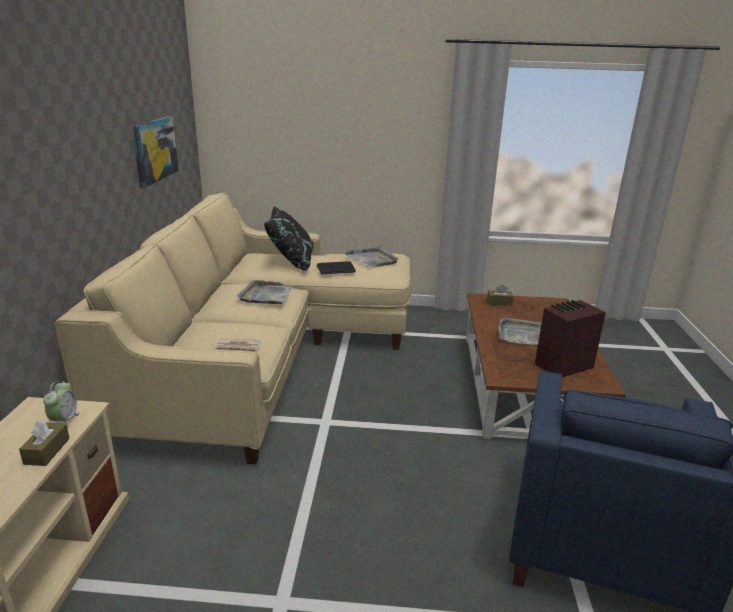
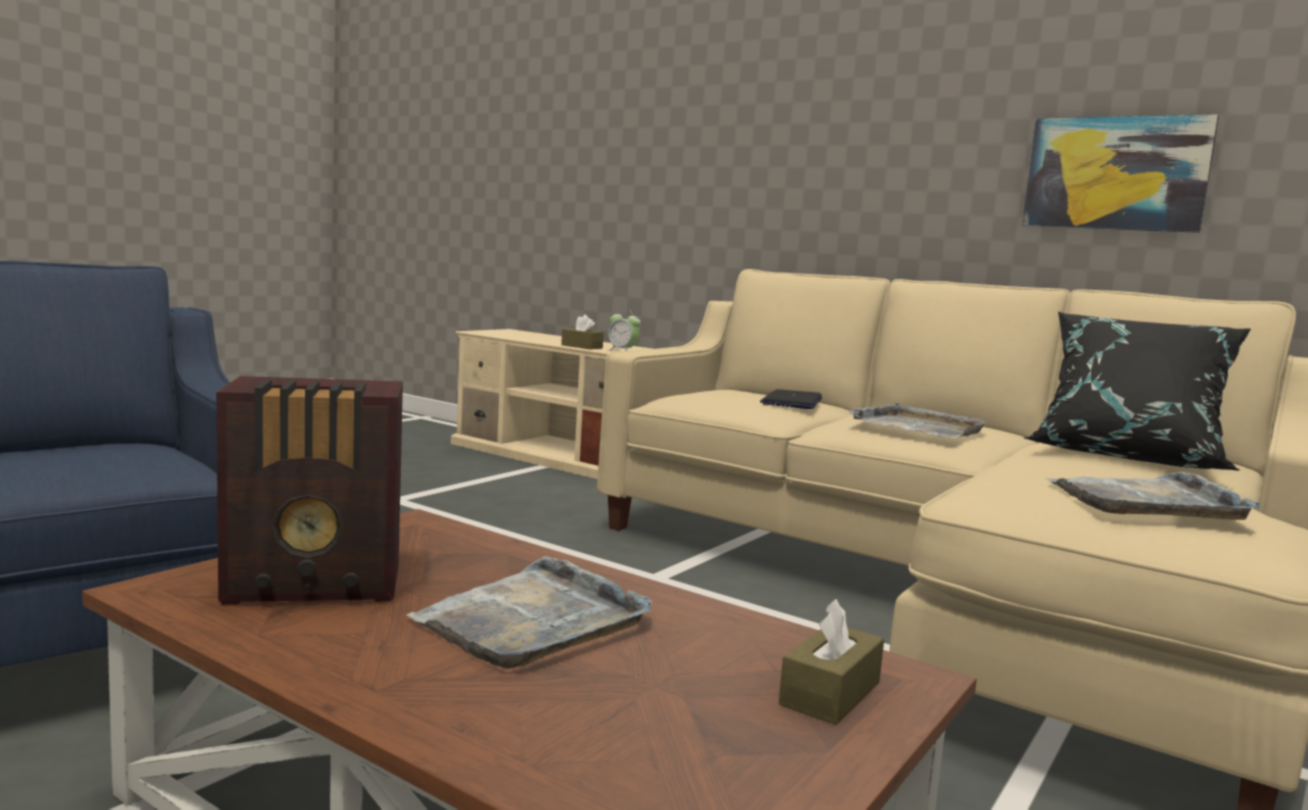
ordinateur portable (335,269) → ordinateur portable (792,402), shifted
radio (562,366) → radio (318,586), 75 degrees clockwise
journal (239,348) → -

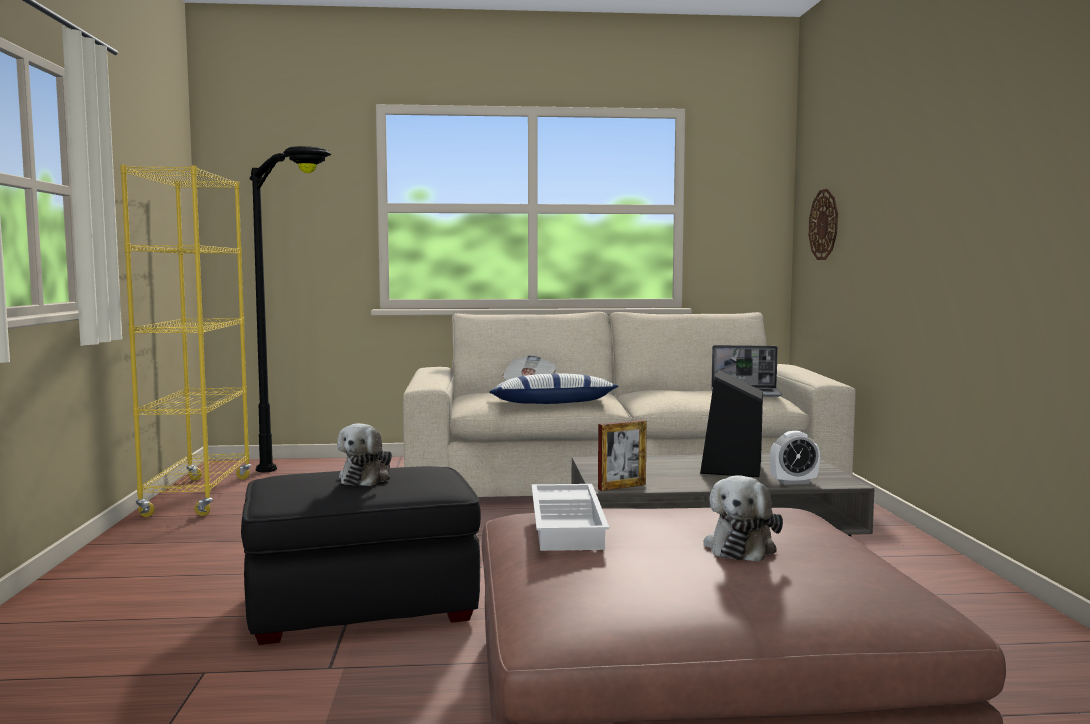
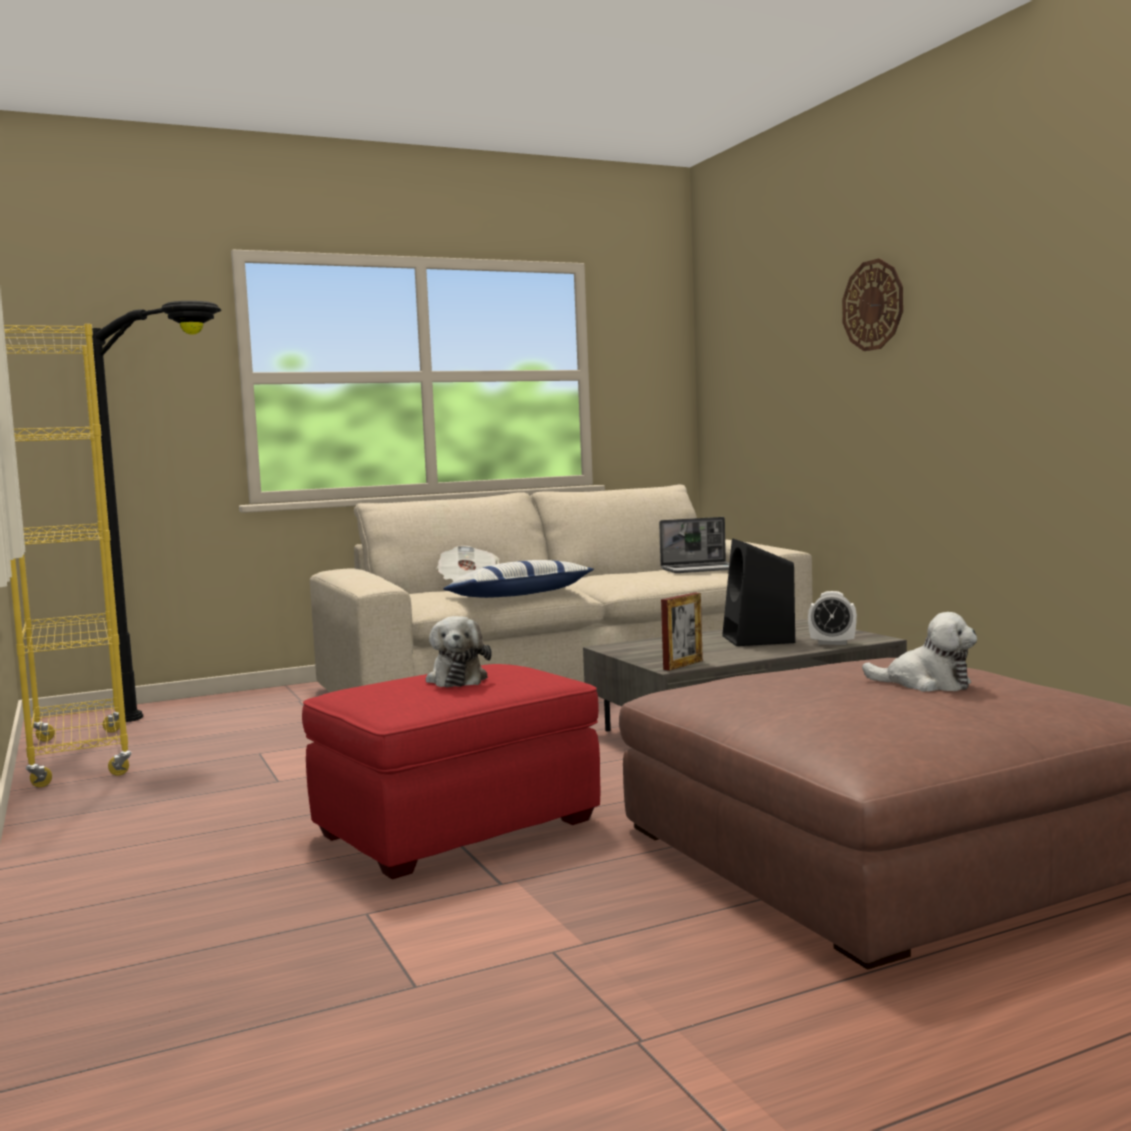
horloge murale (824,224) → horloge murale (873,305), shifted
réveil (793,482) → réveil (832,643), 45 degrees clockwise
pouf (noir) (364,607) → pouf (rouge) (459,828)
peluche (741,547) → peluche (926,684), 60 degrees counterclockwise
plateau (blanc) (569,526) → -

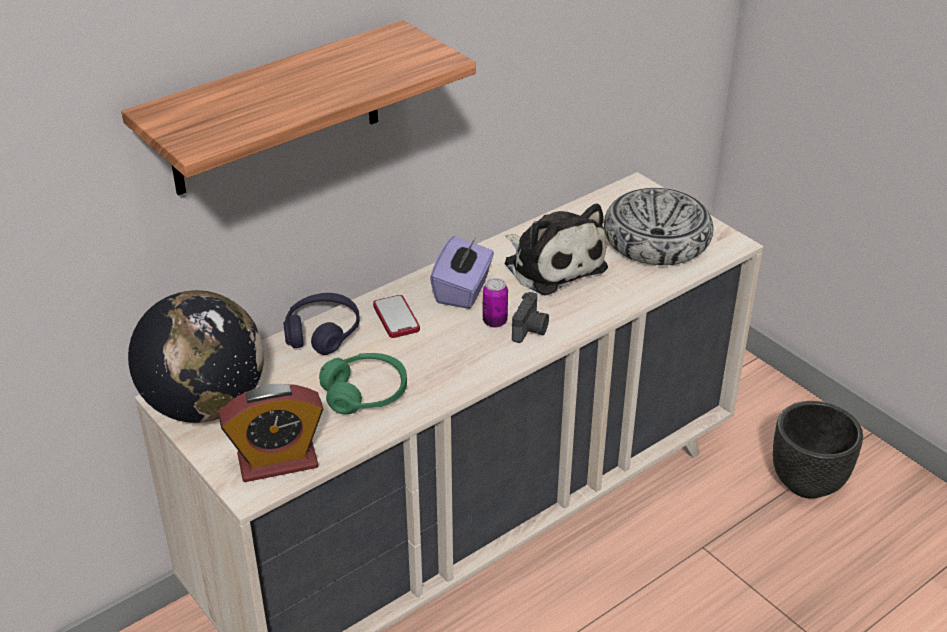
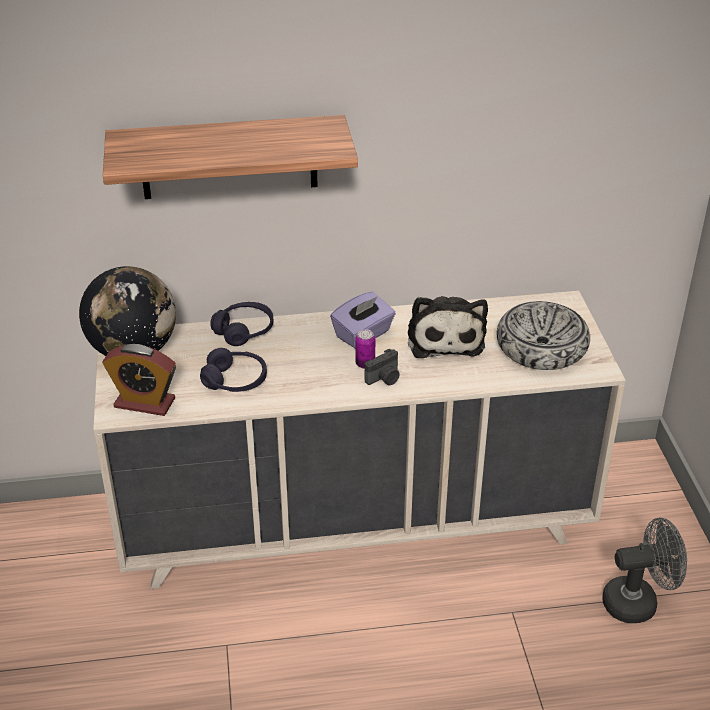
téléphone (396,318) → -
casque audio (vert) (365,394) → casque audio (violet) (235,380)
cache-pot (noir) (806,483) → ventilateur (gris) (638,602)

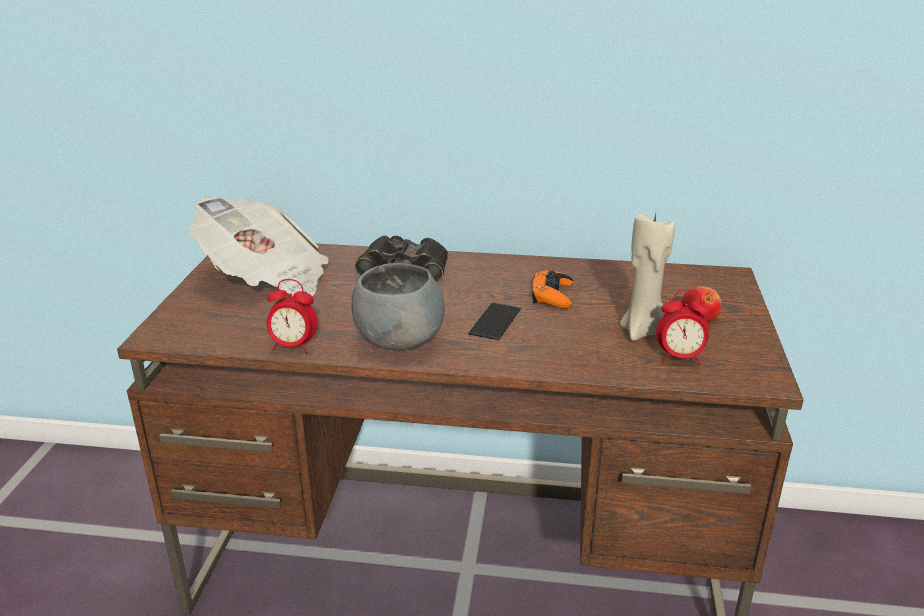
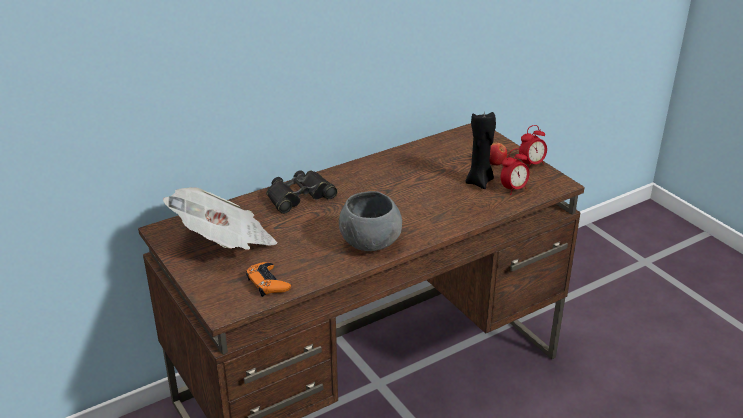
bougie (beige) (643,331) → bougie (noir) (479,182)
manette (orange) (552,295) → manette (orange) (267,283), shifted
réveil (293,347) → réveil (531,164), shifted
téléphone (495,321) → -

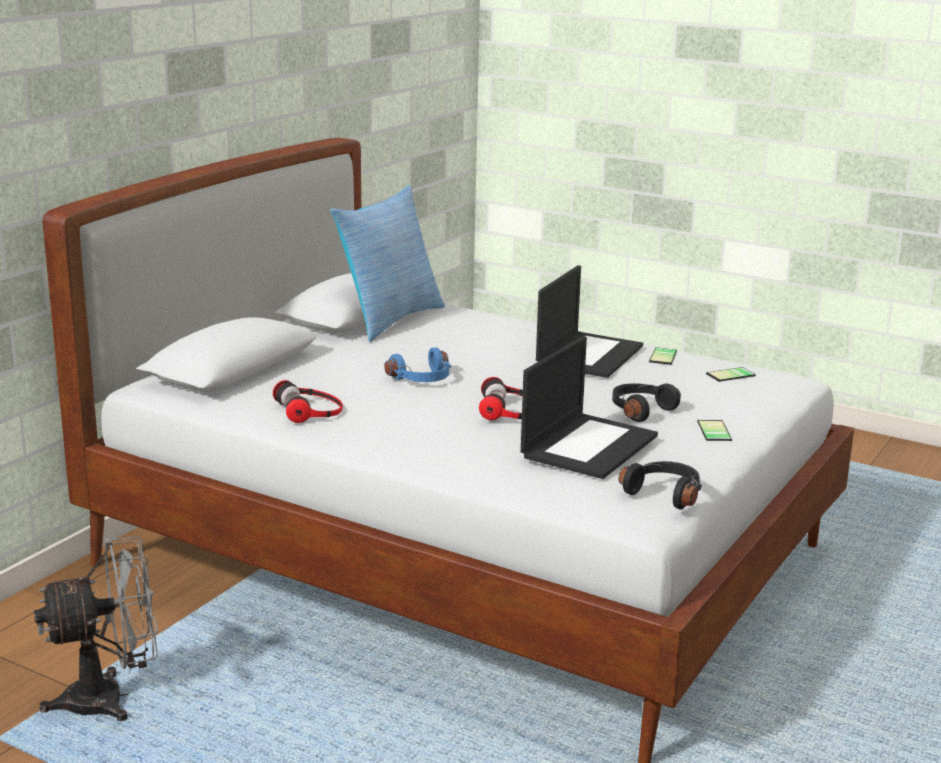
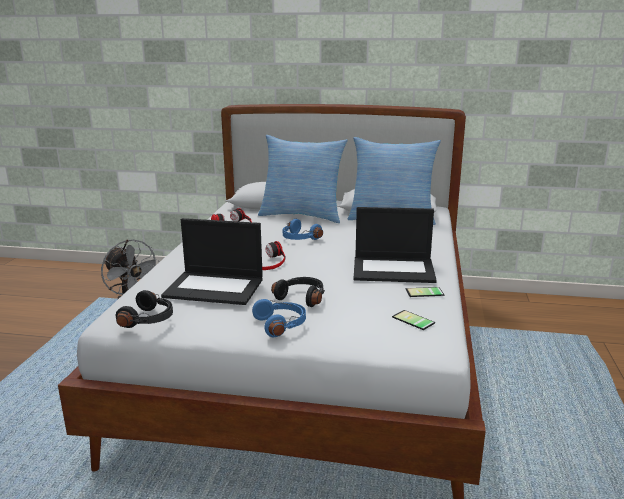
téléphone (711,431) → casque audio (bleu) (281,325)
- → coussin (302,215)

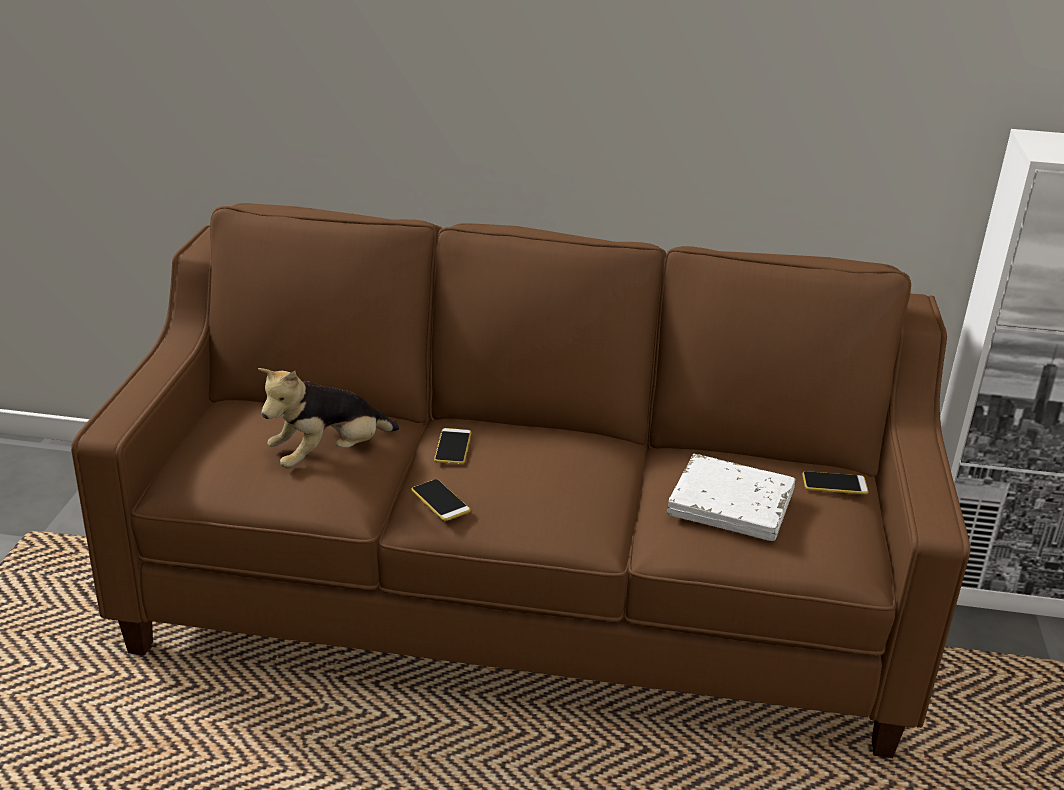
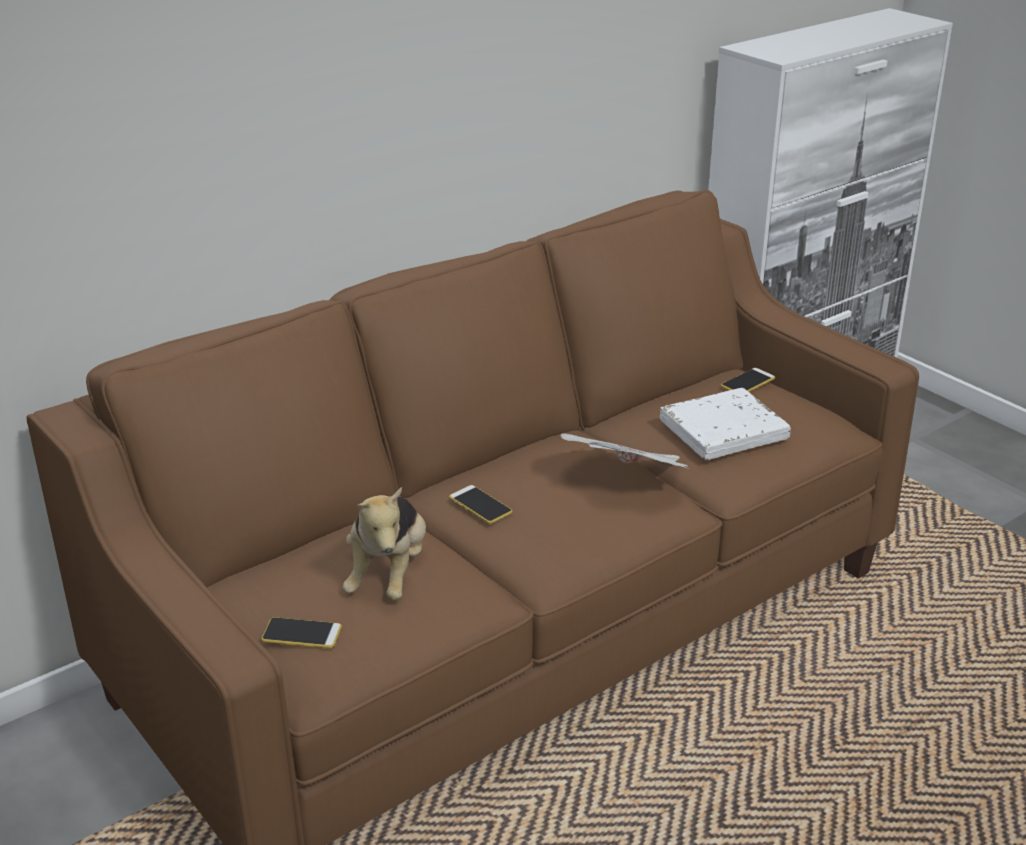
téléphone (440,501) → téléphone (301,634), shifted
- → journal (629,481)

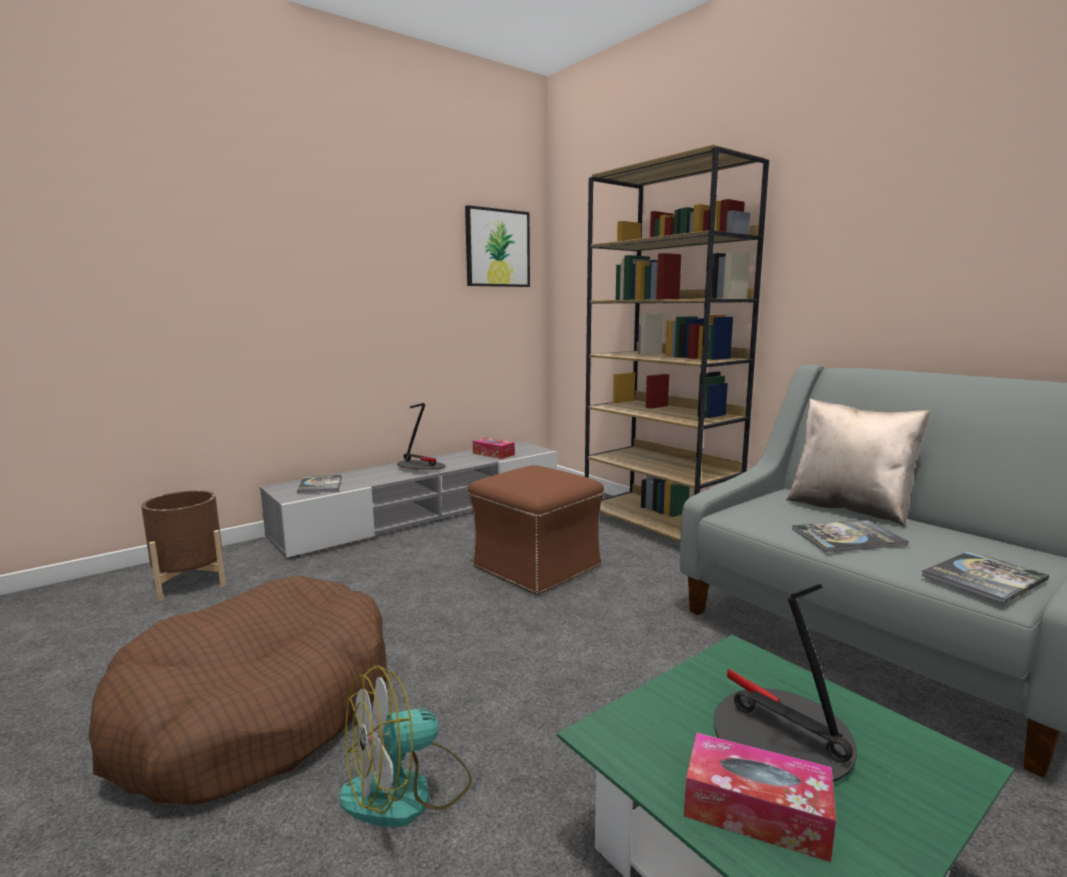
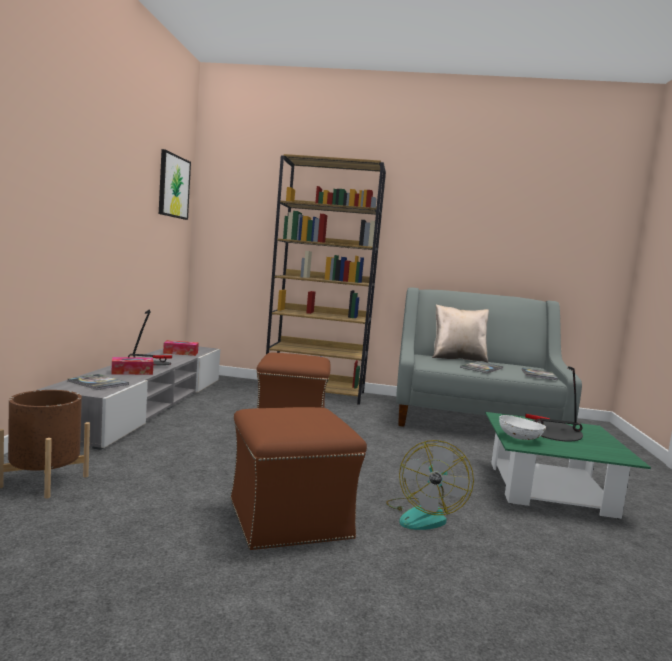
panier pour chien (marron) (258,709) → pouf (marron) (289,518)
boîte à mouchoirs (756,811) → boîte à mouchoirs (132,372), shifted
- → bol (blanc) (520,438)

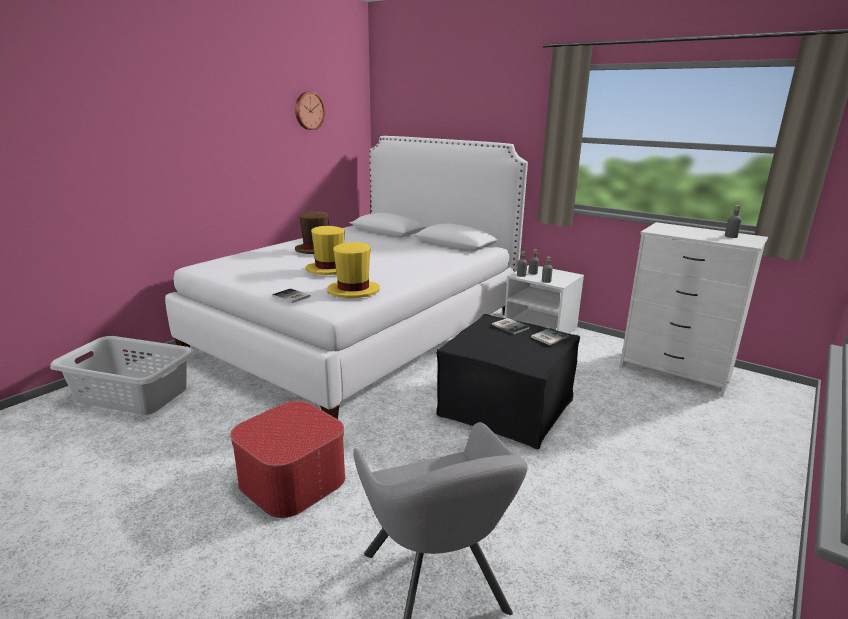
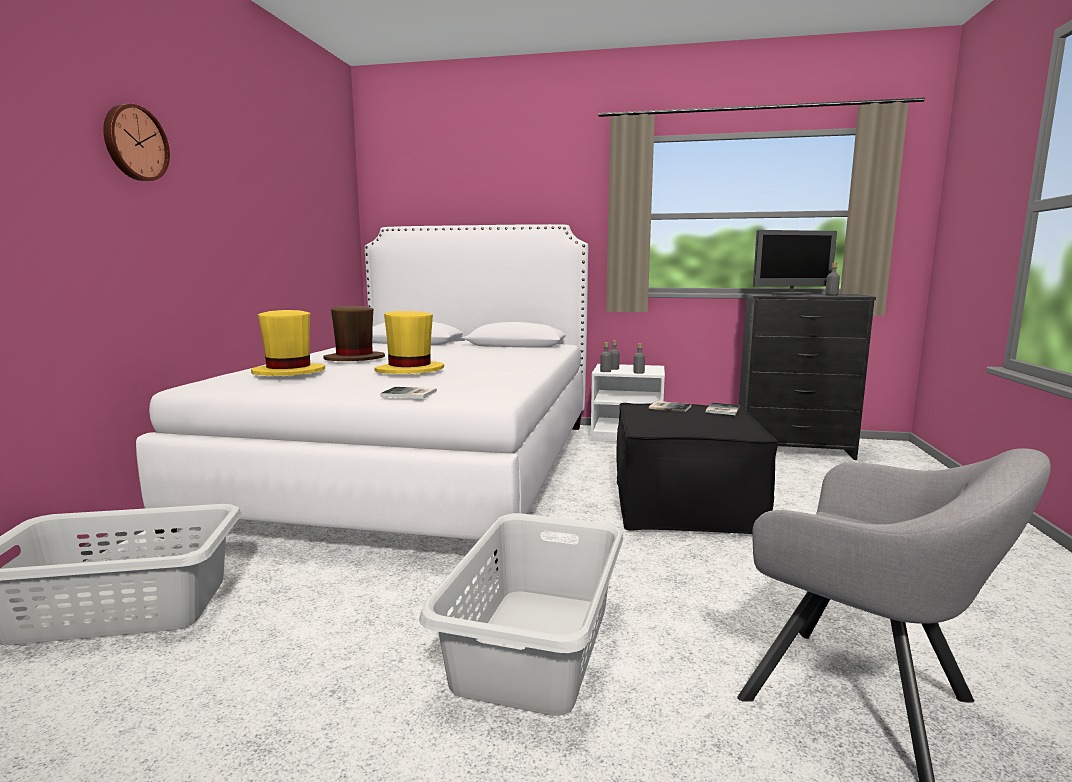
horloge murale (308,111) → horloge murale (134,143), shifted
commode (blanc) (674,372) → commode (noir) (793,448)
chapeau (jaune) (353,291) → chapeau (jaune) (289,373), shifted
pouf (292,479) → panier à linge (gris) (532,645)
- → écran d'ordinateur (791,294)

